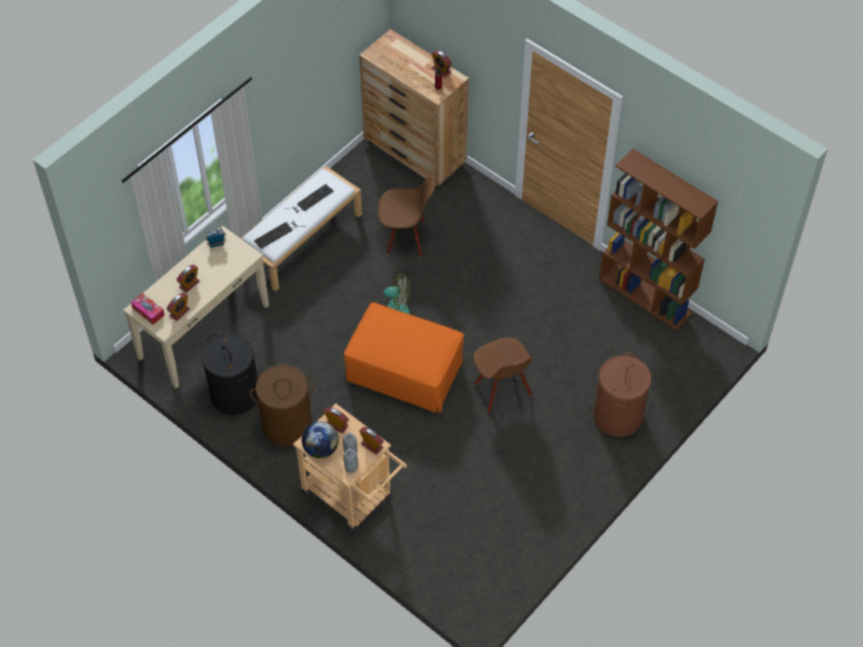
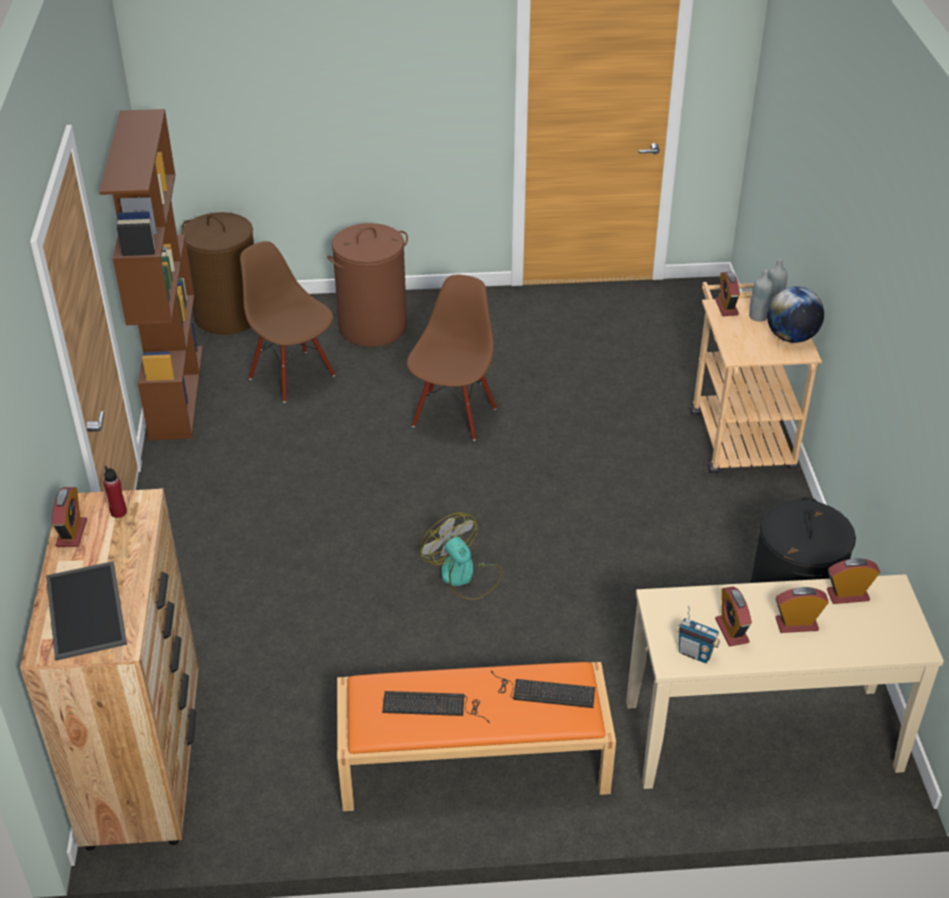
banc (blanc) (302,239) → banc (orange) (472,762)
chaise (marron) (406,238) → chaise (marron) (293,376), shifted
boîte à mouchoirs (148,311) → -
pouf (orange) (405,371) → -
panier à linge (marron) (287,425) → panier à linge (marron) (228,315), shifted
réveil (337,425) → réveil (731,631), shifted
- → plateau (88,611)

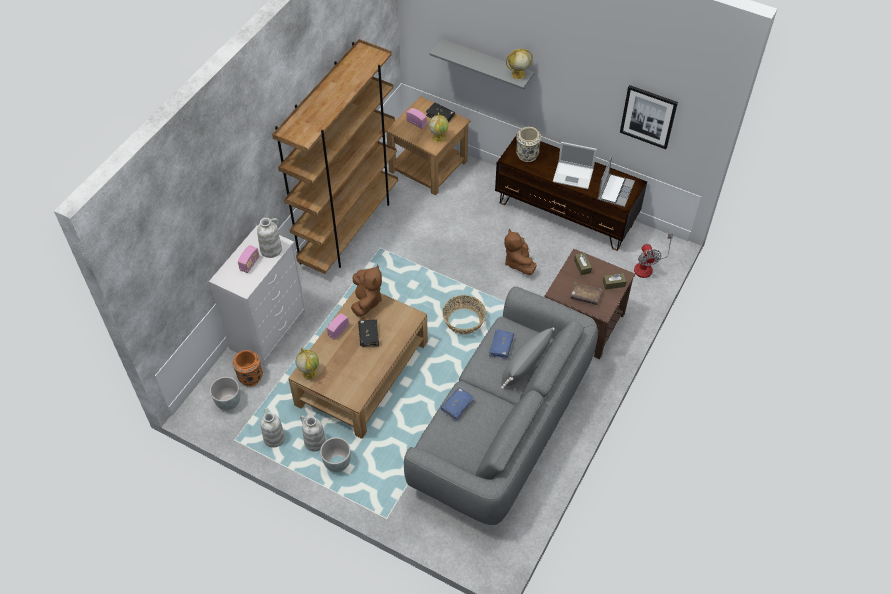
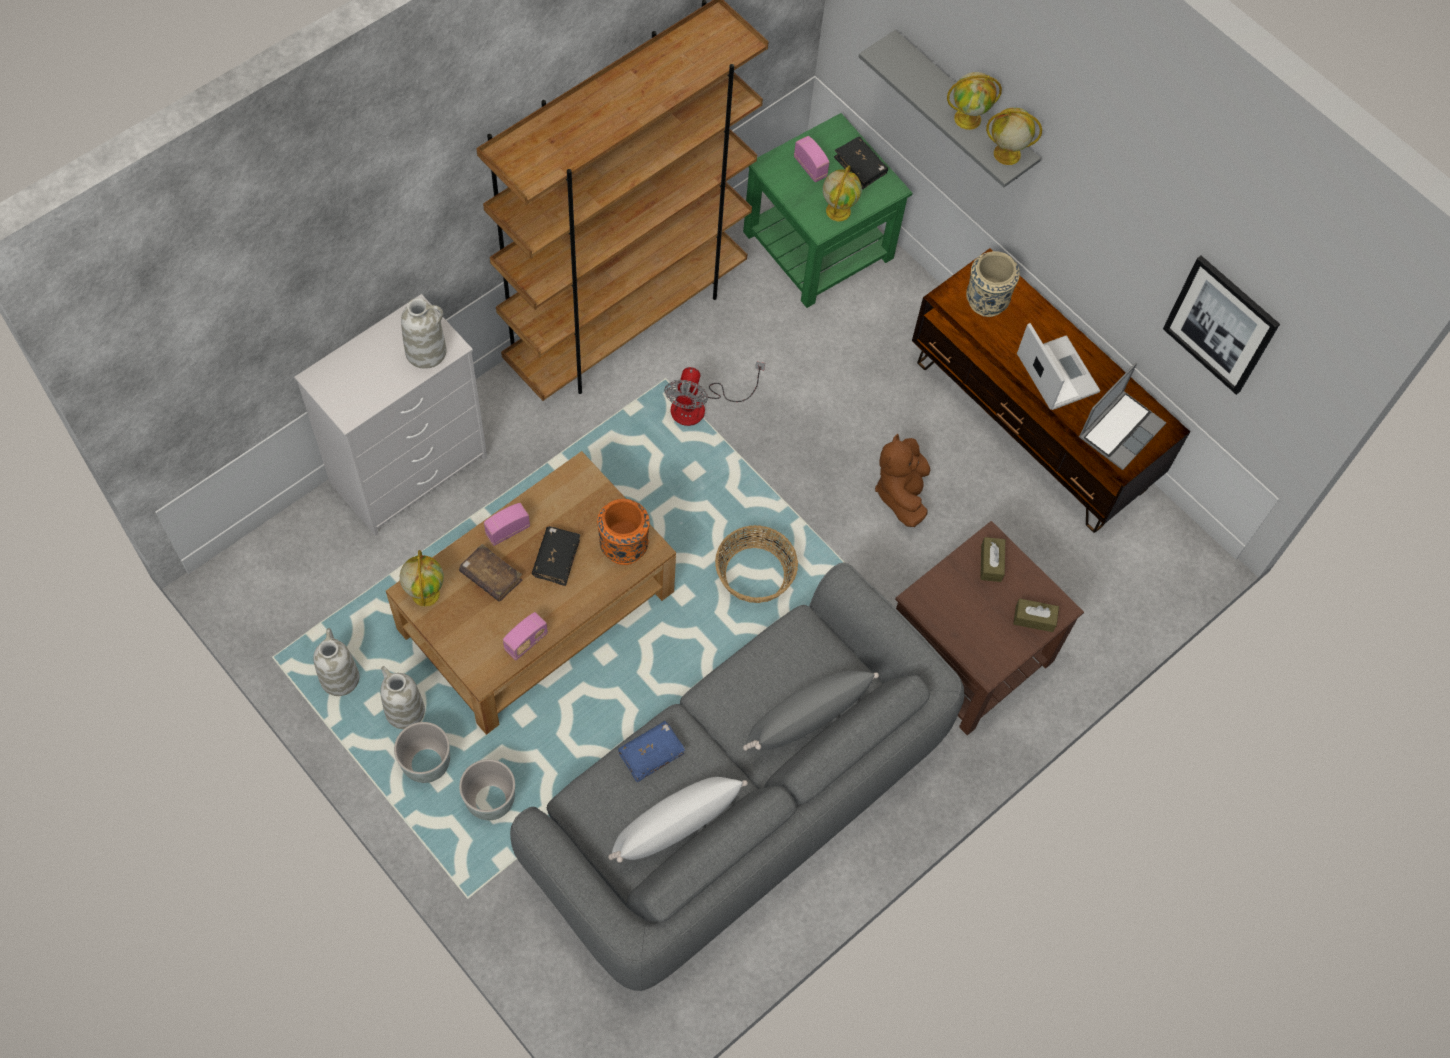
table d'appoint (marron) (428,166) → table d'appoint (vert) (818,245)
ordinateur portable (574,175) → ordinateur portable (1056,372), 150 degrees counterclockwise
ventilateur (647,266) → ventilateur (700,406), shifted
radio (249,264) → radio (526,642), shifted
peluche (marron) (366,300) → -
livre (marron) (585,296) → livre (marron) (491,576), shifted
livre (bleu) (501,346) → -
vase (orange) (250,377) → vase (orange) (623,546), shifted
cache-pot (gris) (228,402) → cache-pot (gris) (489,801), shifted
- → globe (968,118)
- → coussin (blanc) (674,826)

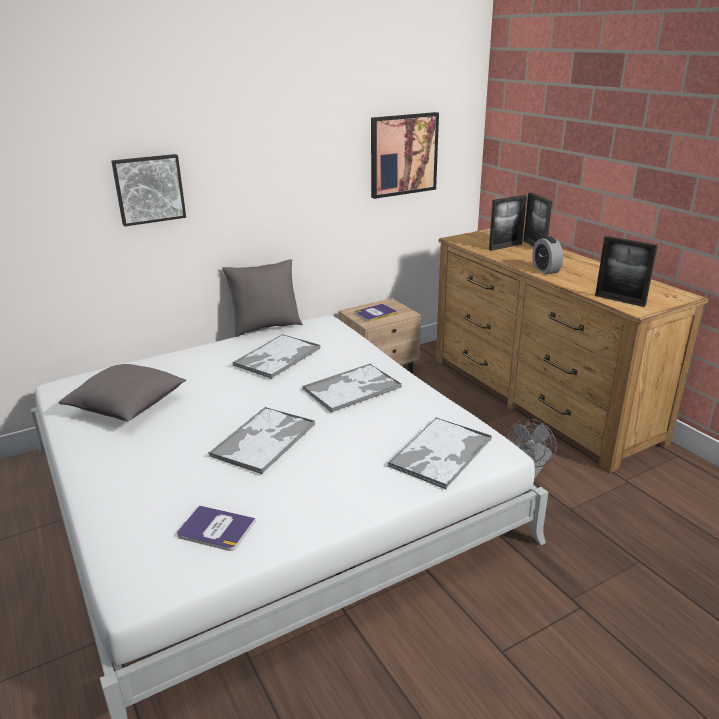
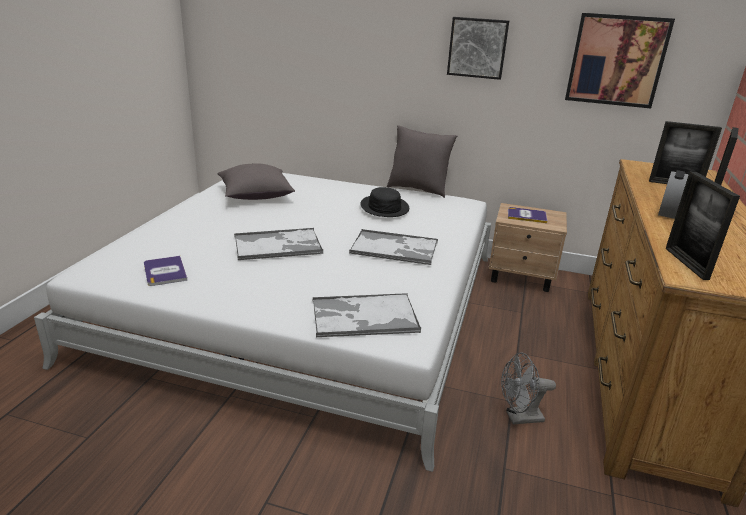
tableau (149,189) → tableau (477,48), shifted
plateau (277,357) → chapeau (noir) (384,207)

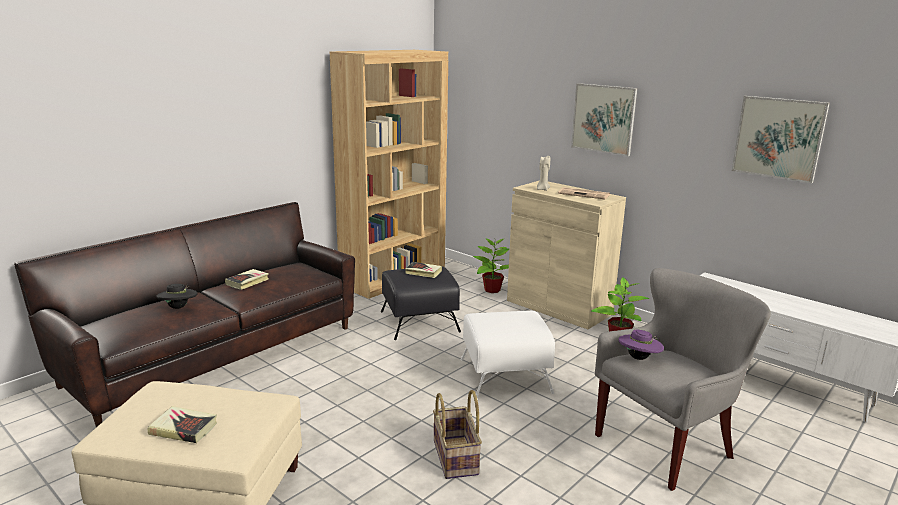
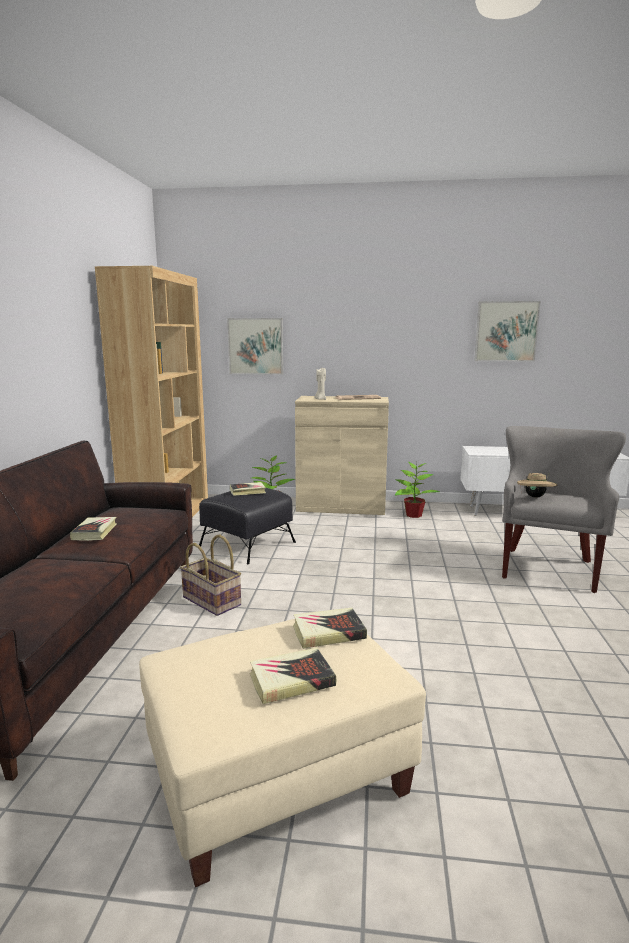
tableau (603,119) → tableau (255,346), shifted
chapeau (noir) (179,307) → -
pouf (blanc) (506,375) → -
chapeau (violet) (639,358) → chapeau (beige) (535,497)
panier (456,457) → panier (212,601), shifted
- → livre (328,632)

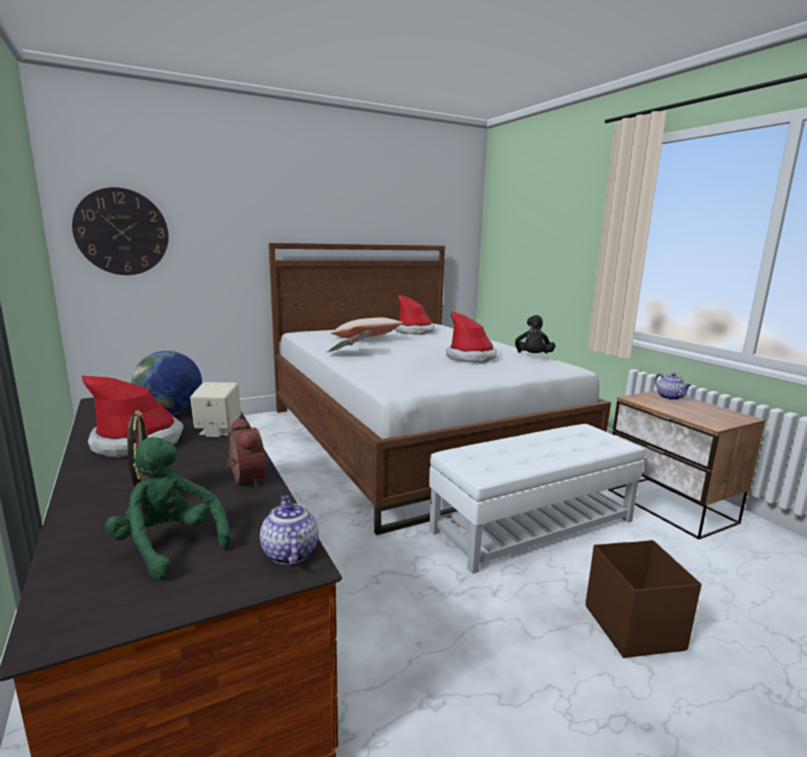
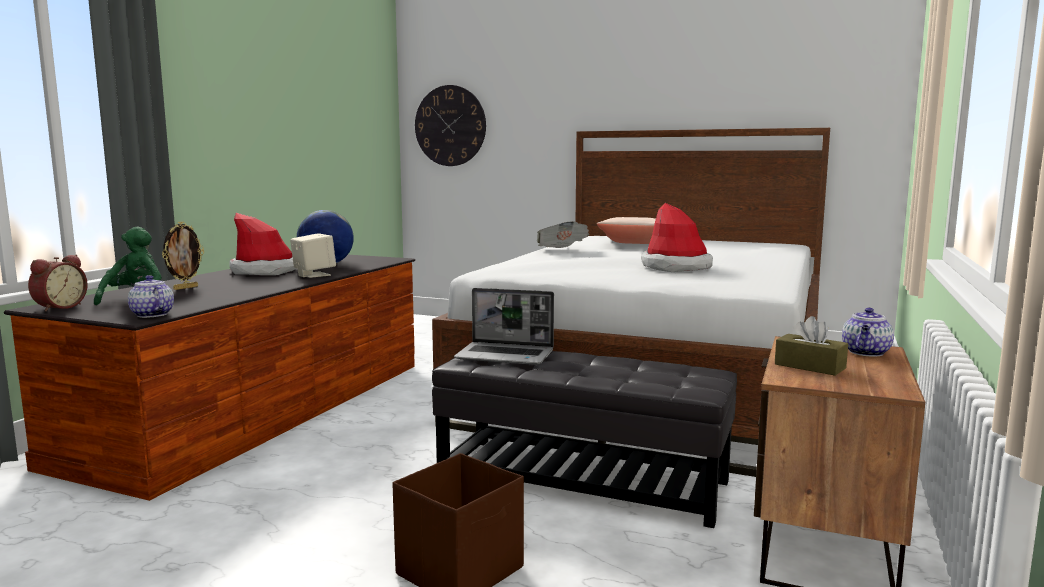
chapeau (414,331) → -
peluche (noir) (533,357) → -
réveil (244,479) → réveil (59,307), shifted
pouf (blanc) (532,525) → pouf (noir) (582,478)
théière (289,552) → théière (151,314), 75 degrees counterclockwise
- → ordinateur portable (506,355)
- → boîte à mouchoirs (marron) (810,366)

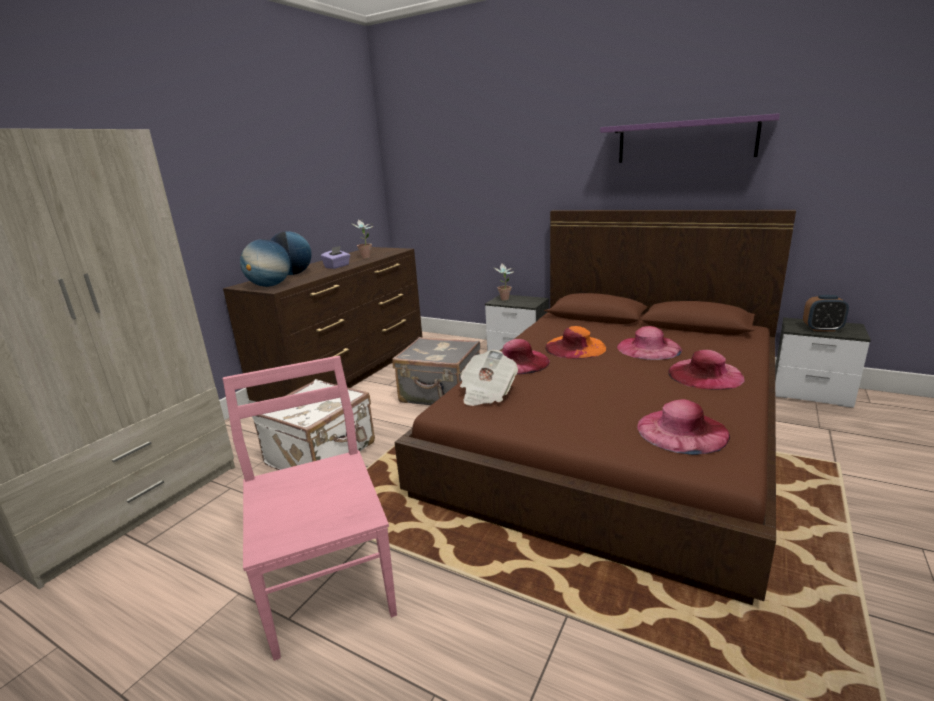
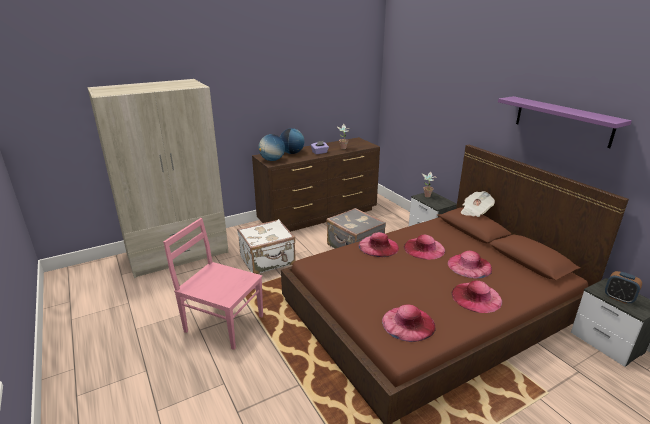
chapeau (orange) (575,347) → chapeau (rose) (424,248)
journal (486,393) → journal (475,211), shifted
chaise (rose) (327,584) → chaise (rose) (222,323), 75 degrees counterclockwise

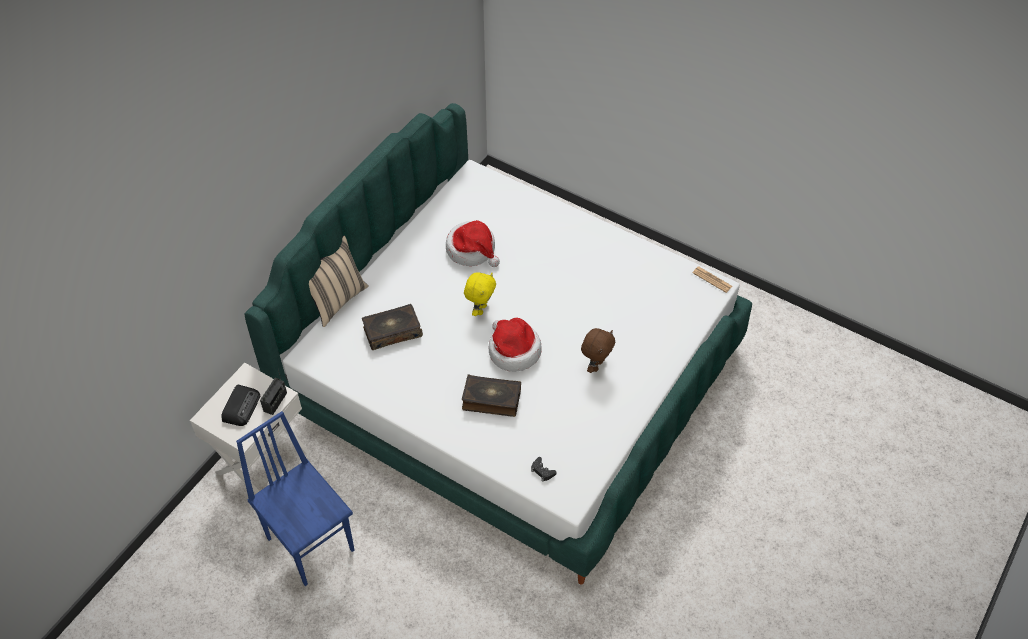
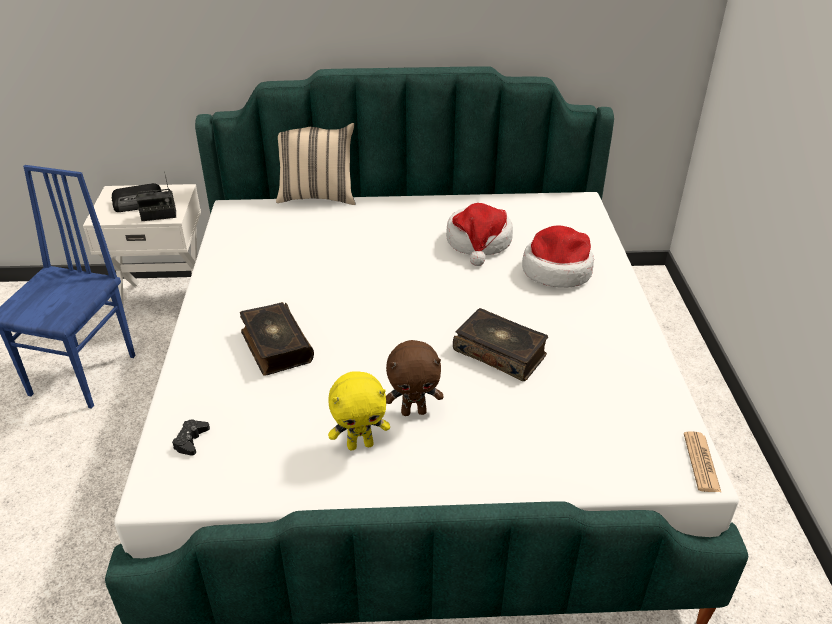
peluche (jaune) (480,309) → peluche (jaune) (360,444), shifted
livre (392,331) → livre (500,352), shifted
chapeau (513,351) → chapeau (557,270), shifted

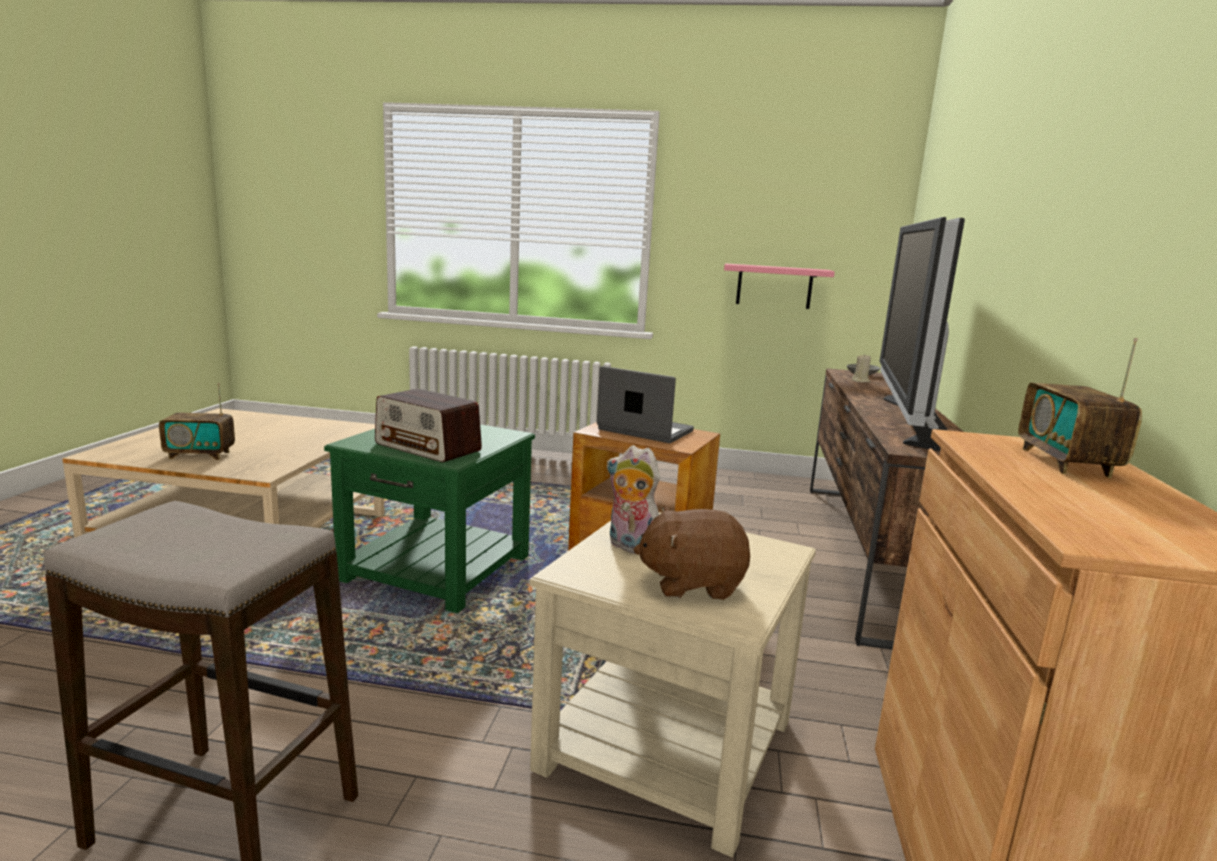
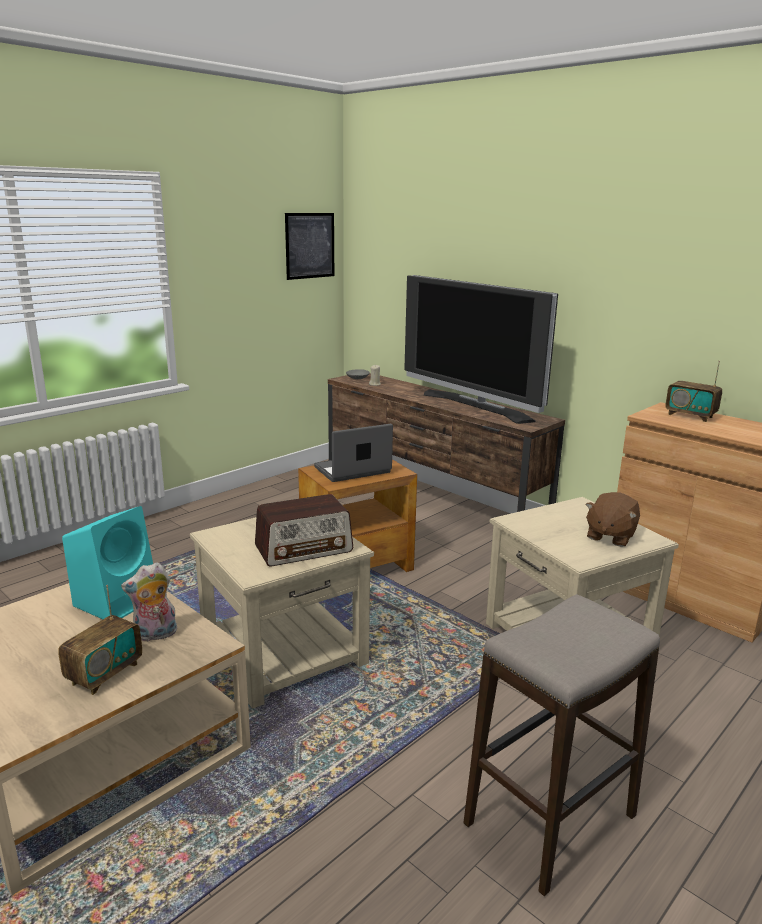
étagère (rose) (774,286) → -
table d'appoint (vert) (436,569) → table d'appoint (beige) (284,653)
peluche (630,547) → peluche (155,635), shifted
- → tableau (310,245)
- → enceinte (turquoise) (118,600)

